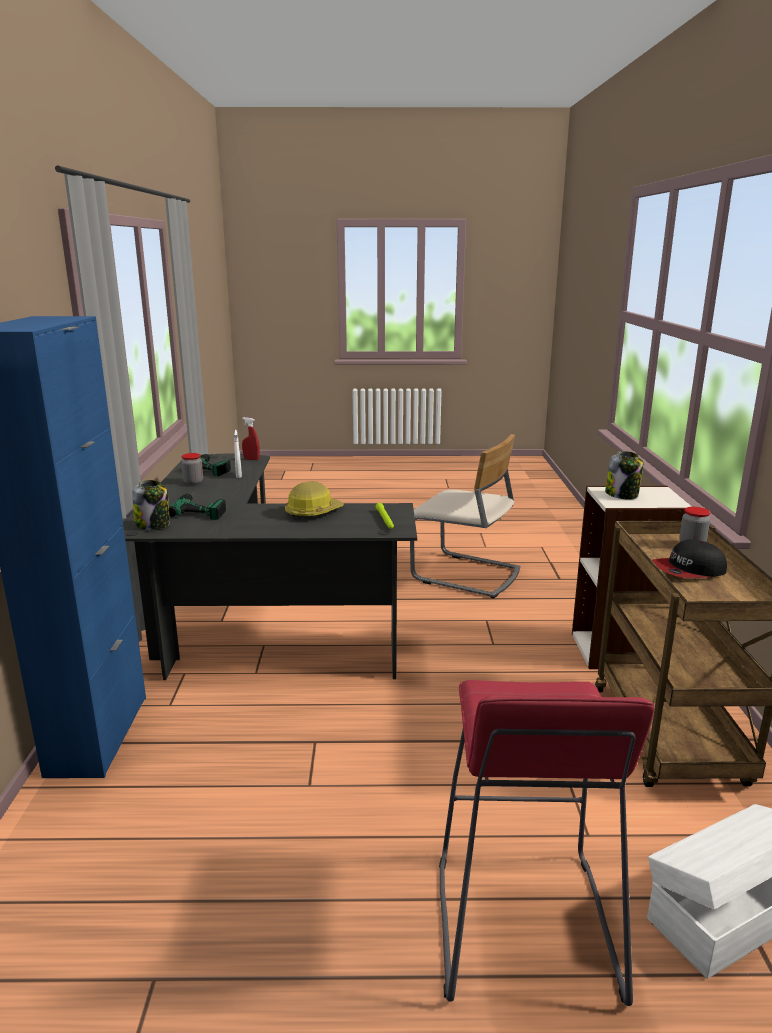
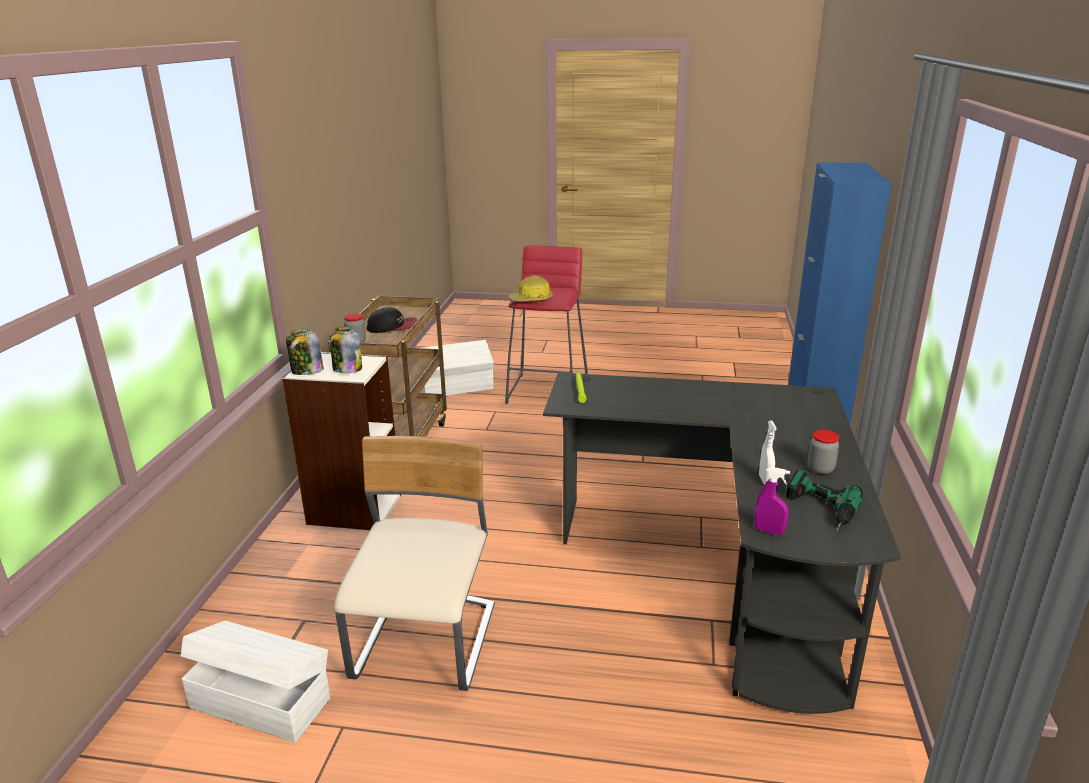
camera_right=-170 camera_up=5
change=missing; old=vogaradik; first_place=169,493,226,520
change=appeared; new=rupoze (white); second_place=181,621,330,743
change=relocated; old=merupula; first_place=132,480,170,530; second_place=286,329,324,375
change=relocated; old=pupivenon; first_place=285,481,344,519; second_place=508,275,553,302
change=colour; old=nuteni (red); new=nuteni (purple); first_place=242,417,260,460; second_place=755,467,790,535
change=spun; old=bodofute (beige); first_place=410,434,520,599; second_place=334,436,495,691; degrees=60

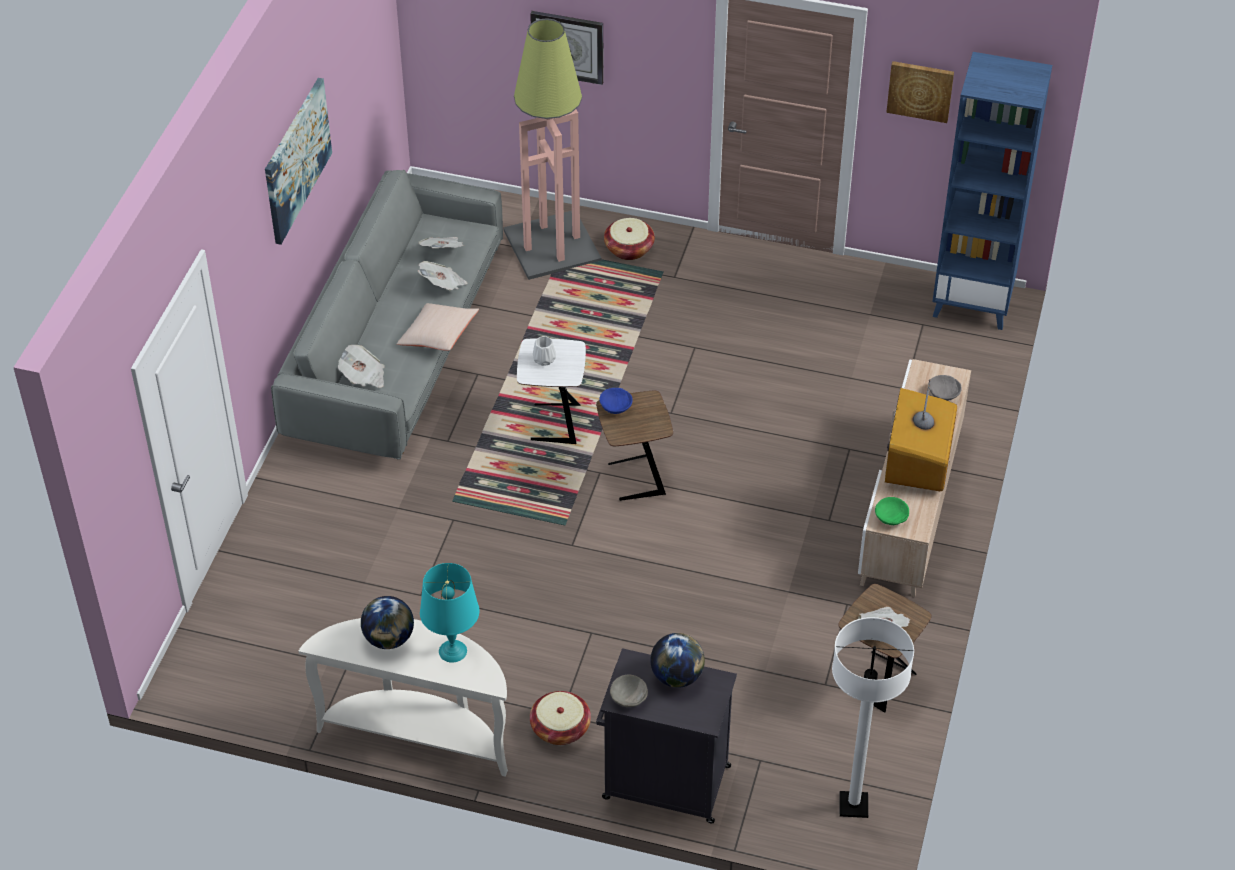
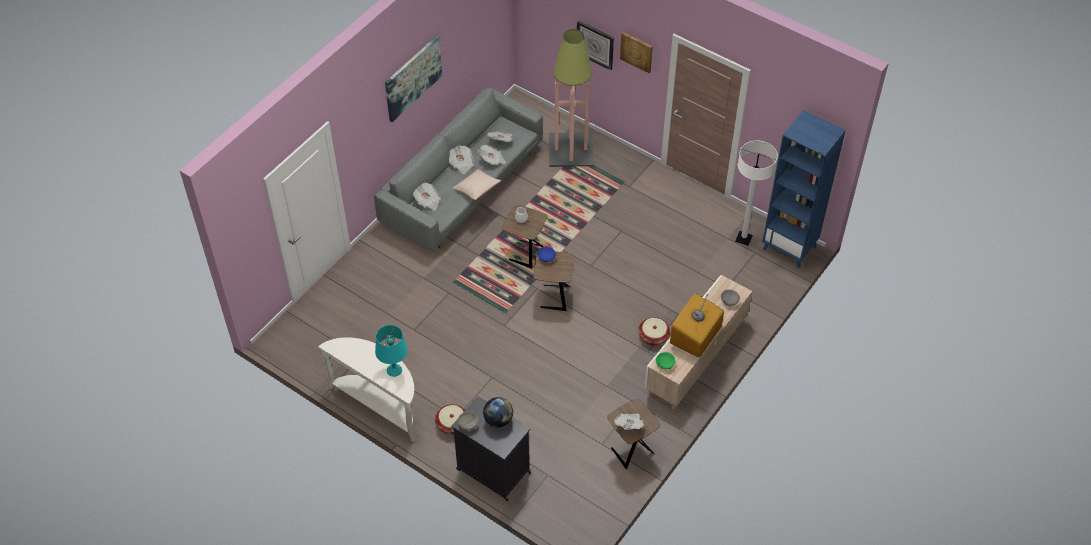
camera_right=20 camera_up=5
change=missing; old=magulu; first_place=361,596,414,649
change=appeared; new=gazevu; second_place=449,145,474,174
change=relocated; old=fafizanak; first_place=604,218,655,260; second_place=638,317,671,346
change=relocated; old=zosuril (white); first_place=832,617,914,818; second_place=735,141,778,246
change=relocated; old=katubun; first_place=886,61,954,123; second_place=620,32,653,73
change=colour; old=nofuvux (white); new=nofuvux (brown); first_place=517,338,586,444; second_place=502,205,547,269

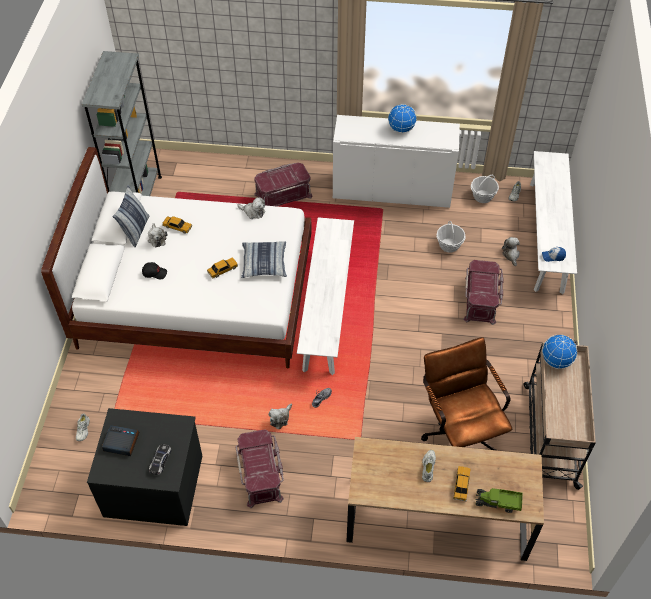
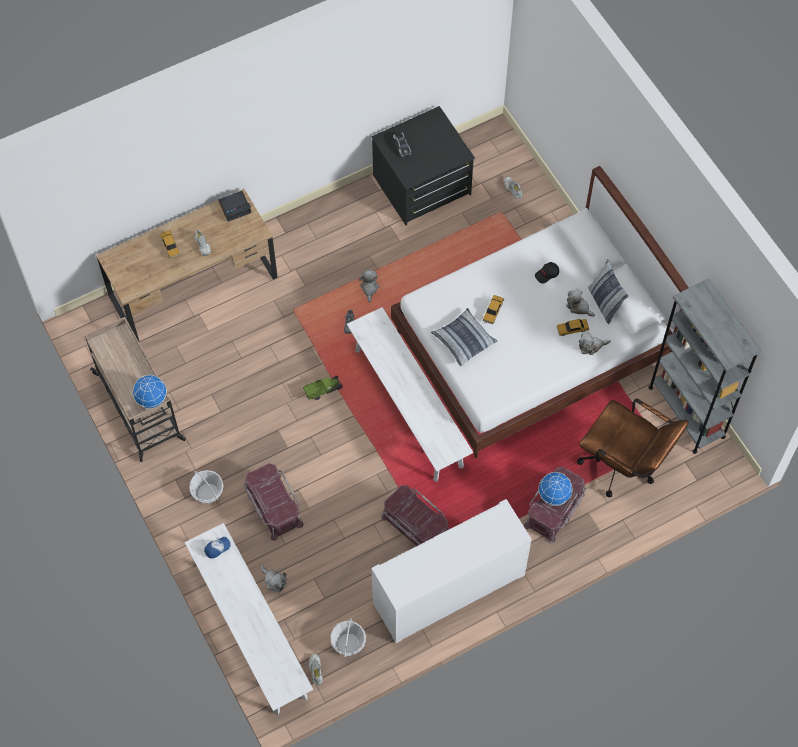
camera_right=145 camera_up=10
change=relocated; old=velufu; first_place=102,425,139,456; second_place=218,191,251,221
change=relocated; old=rupoze (red); first_place=236,429,284,508; second_place=381,485,449,546
change=relocated; old=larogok; first_place=237,197,265,219; second_place=579,332,611,355
change=relocated; old=magulu; first_place=388,104,417,133; second_place=538,472,573,506
change=relocated; old=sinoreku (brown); first_place=421,337,512,450; second_place=577,398,688,497
change=relocated; old=fafizanak; first_place=437,221,465,253; second_place=189,470,223,504
change=relocated; old=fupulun; first_place=475,488,523,513; second_place=303,376,343,400

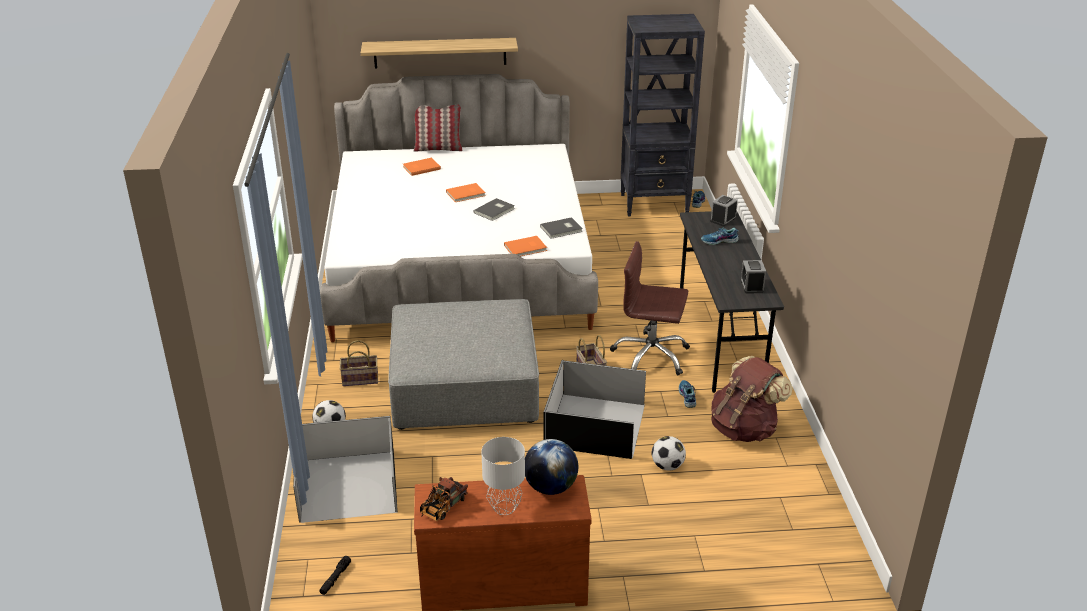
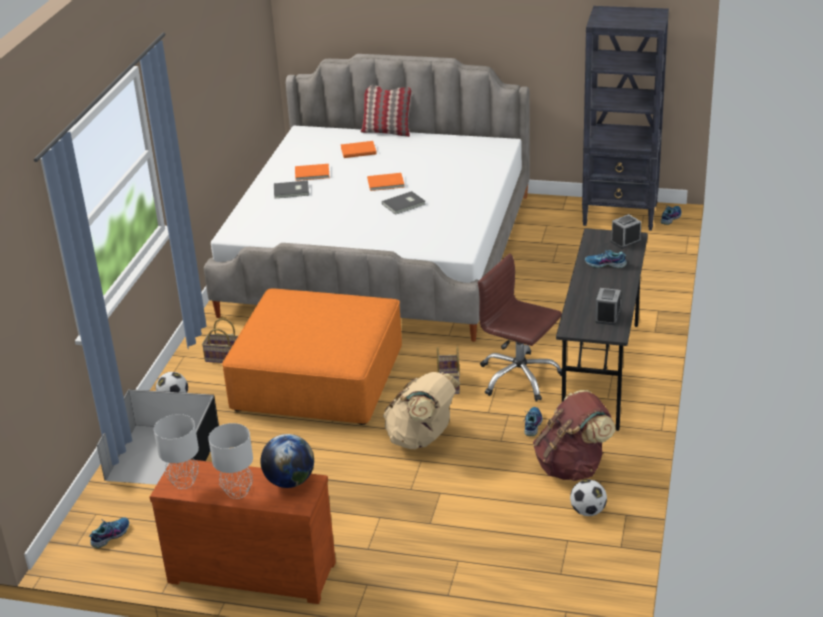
camera_right=20 camera_up=0
change=missing; old=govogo; first_place=361,38,518,69
change=relocated; old=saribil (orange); first_place=504,236,547,256; second_place=295,164,330,181
change=relocated; old=saribil (grey); first_place=540,217,583,239; second_place=274,180,309,199
change=relocated; old=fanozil; first_place=652,436,686,470; second_place=570,480,607,516
change=exchanged; old=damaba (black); new=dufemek; first_place=319,556,351,595; second_place=89,517,129,548
change=exchanged; old=fupulun; new=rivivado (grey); first_place=420,477,468,521; second_place=154,414,199,489
change=exchanged; old=rupoze (black); new=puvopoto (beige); first_place=544,360,646,459; second_place=383,372,460,449
change=colour; old=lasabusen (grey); new=lasabusen (orange); first_place=388,299,539,430; second_place=222,288,402,425

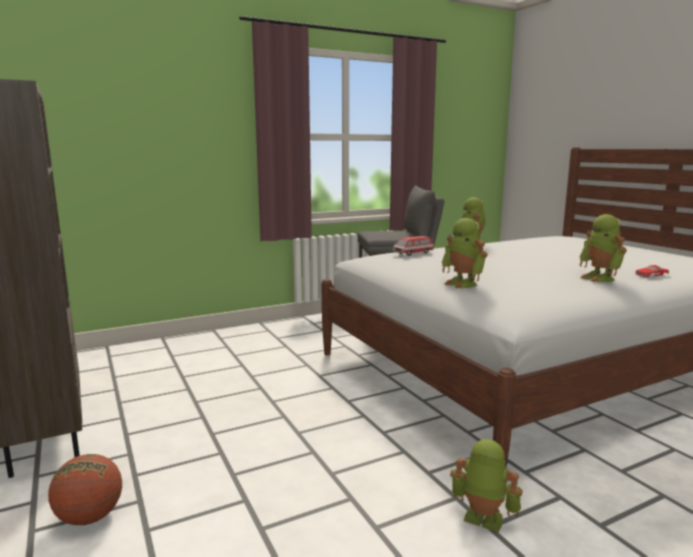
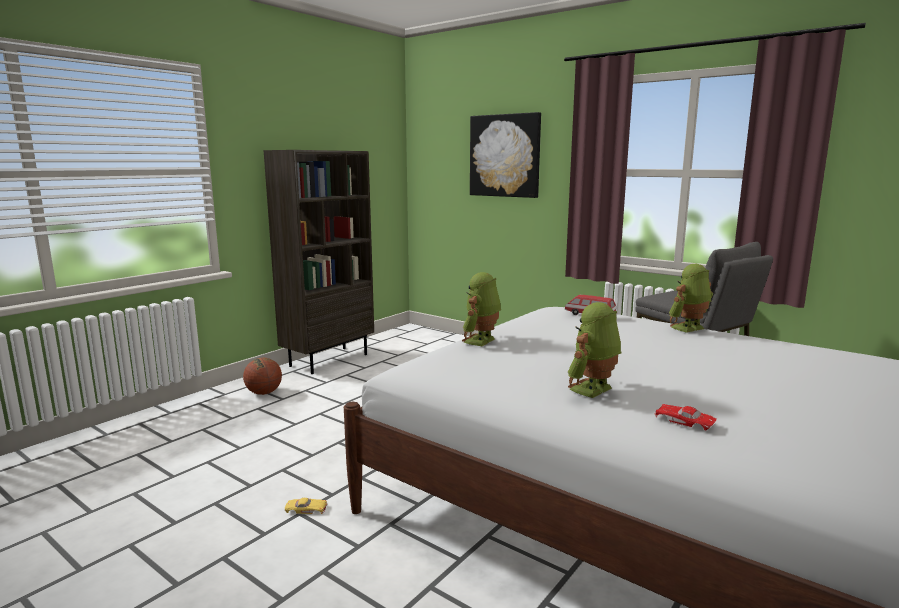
camera_right=65 camera_up=0
change=appeared; new=katubun; second_place=470,112,541,198
change=exchanged; old=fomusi; new=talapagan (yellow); first_place=450,439,523,532; second_place=285,498,327,515

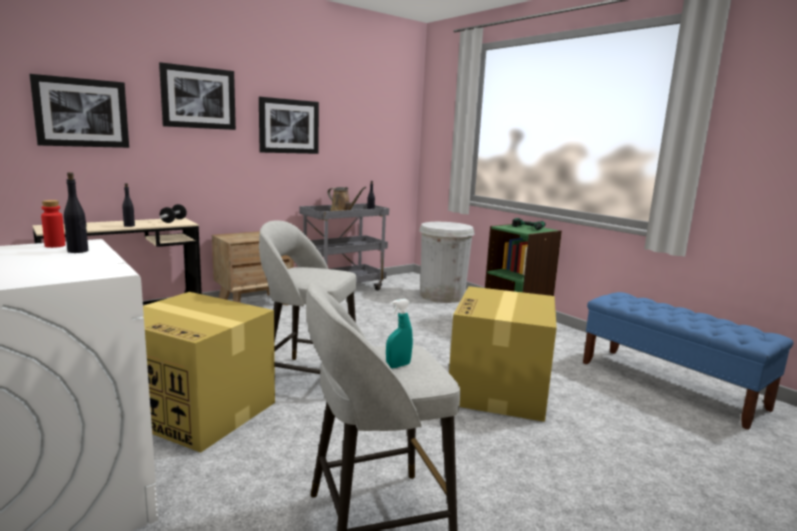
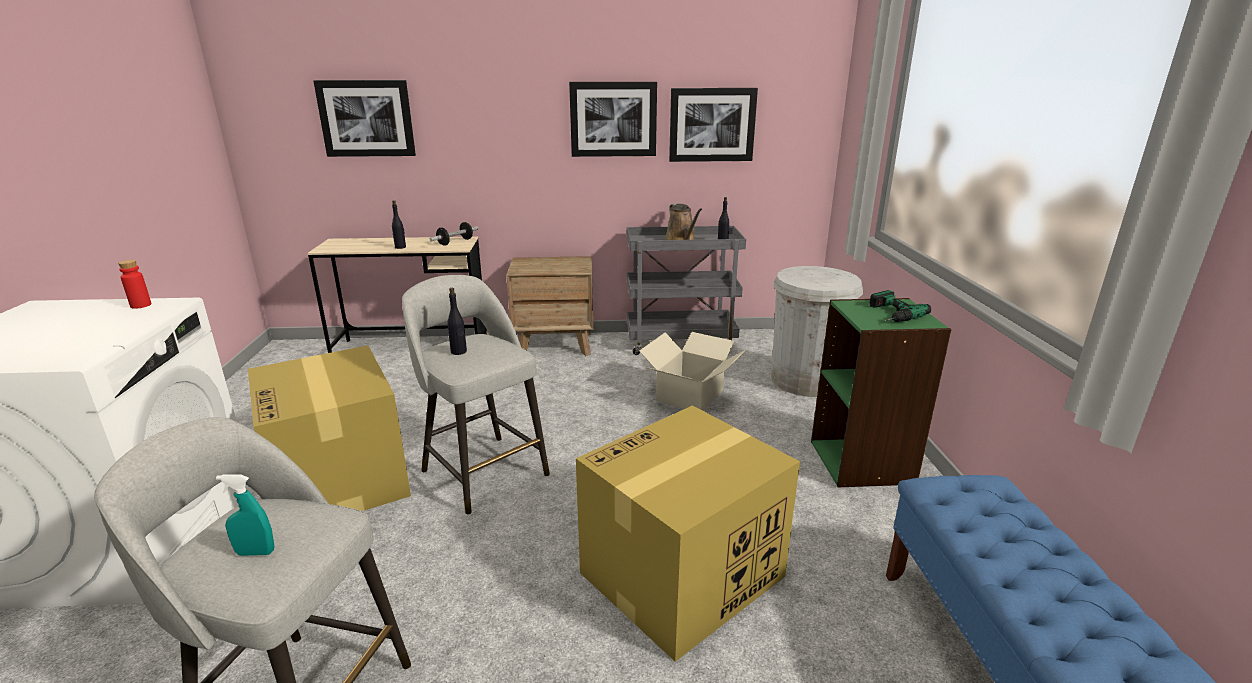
camera_right=35 camera_up=10
change=appeared; new=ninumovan; second_place=639,332,746,411
change=relocated; old=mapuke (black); first_place=64,172,88,253; second_place=447,288,467,355
change=relocated; old=katubun; first_place=159,62,236,130; second_place=669,88,758,162

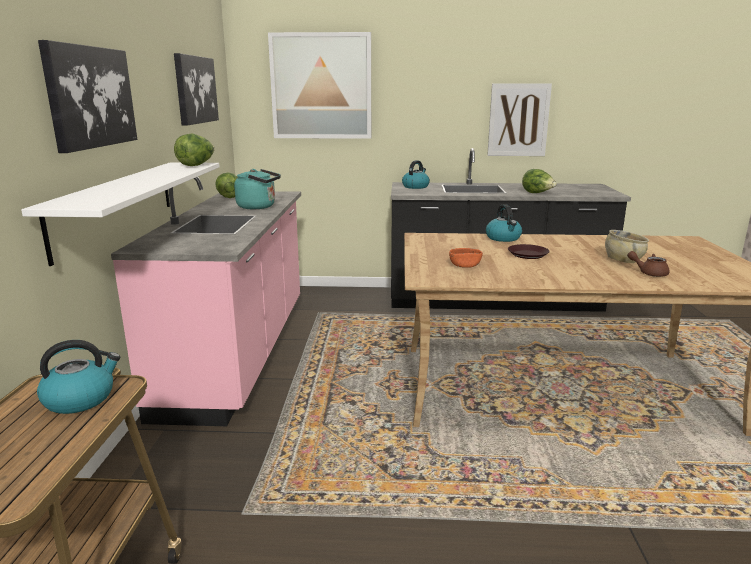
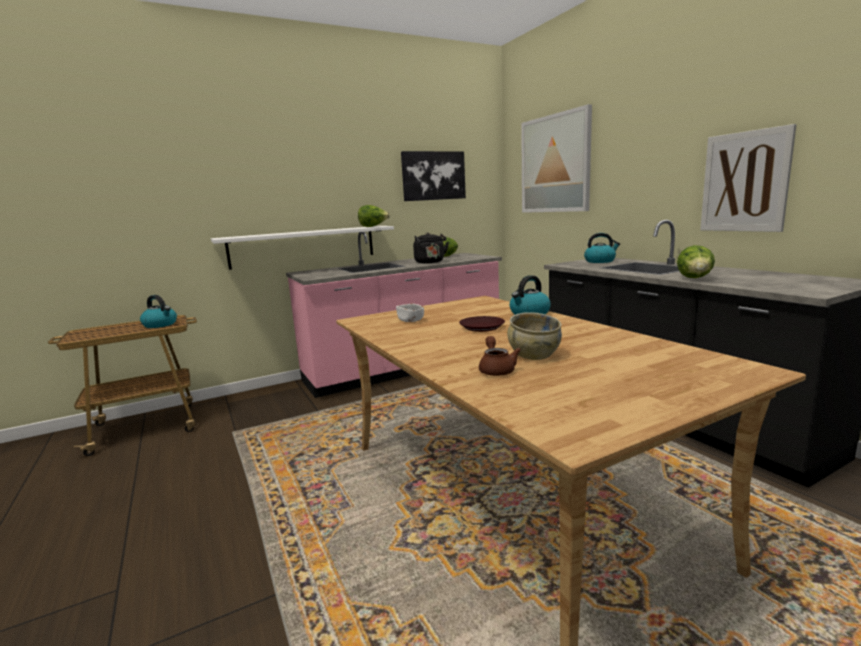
camera_right=60 camera_up=-5
change=missing; old=katubun; first_place=38,40,137,153
change=colour; old=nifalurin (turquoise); new=nifalurin (black); first_place=234,169,281,209; second_place=413,232,449,263
change=colour; old=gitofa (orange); new=gitofa (white); first_place=449,248,483,268; second_place=396,304,424,322

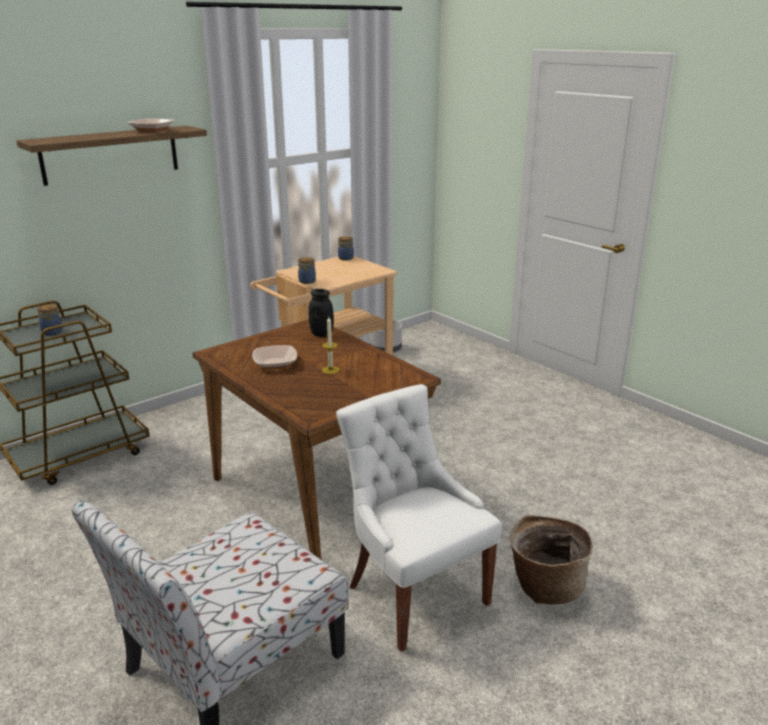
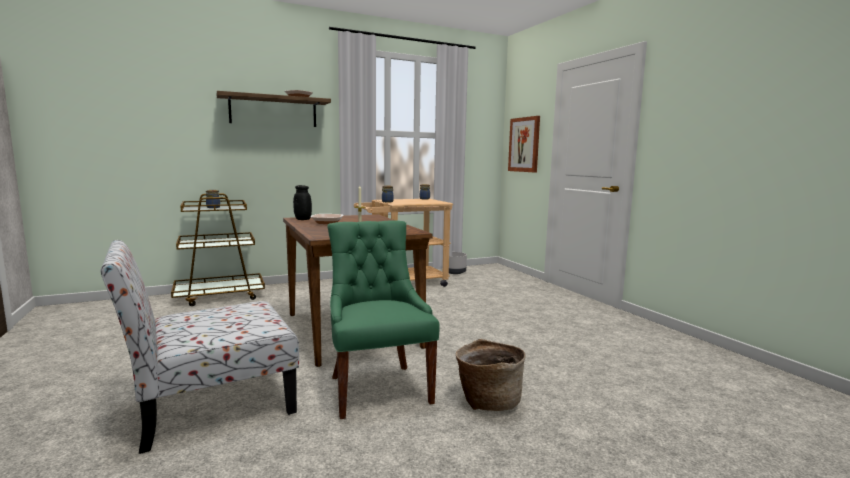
camera_right=15 camera_up=-15
change=appeared; new=katubun; second_place=508,116,540,172
change=relocated; old=merupula (black); first_place=308,289,334,337; second_place=293,185,312,220
change=colour; old=bodofute (white); new=bodofute (green); first_place=336,384,502,652; second_place=327,220,440,419

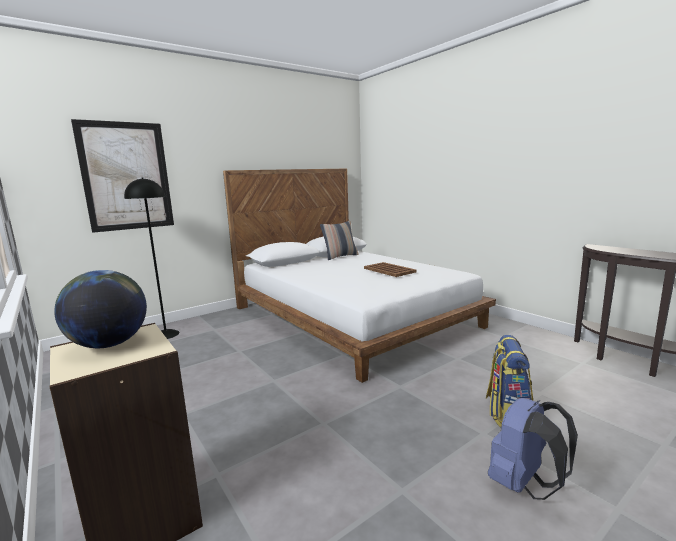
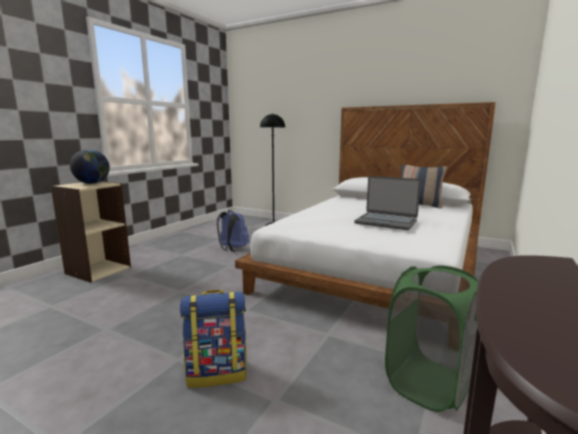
camera_right=65 camera_up=0
change=missing; old=katubun; first_place=71,119,174,233
change=appeared; new=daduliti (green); second_place=385,265,478,412
change=relocated; old=puvopoto (blue); first_place=488,398,578,500; second_place=217,210,249,252
change=exchanged; old=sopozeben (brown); new=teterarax; first_place=364,262,417,277; second_place=354,176,421,230

